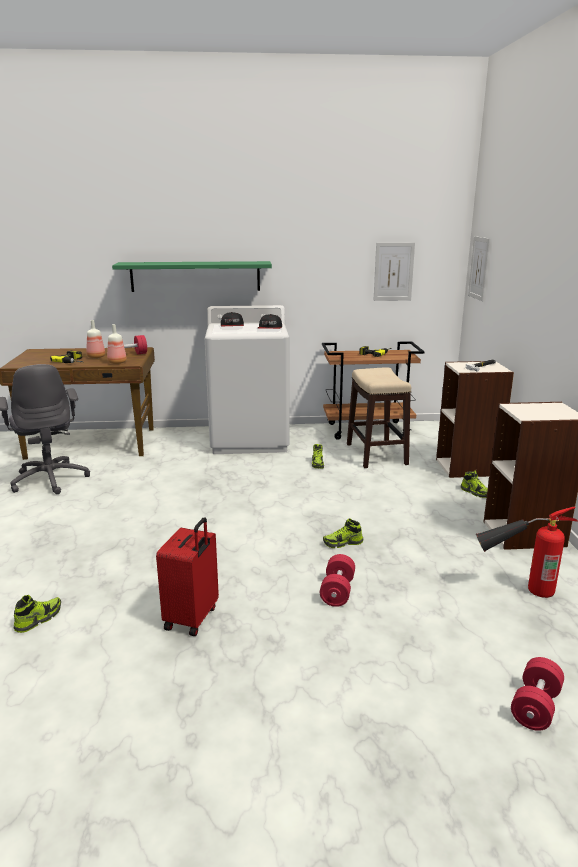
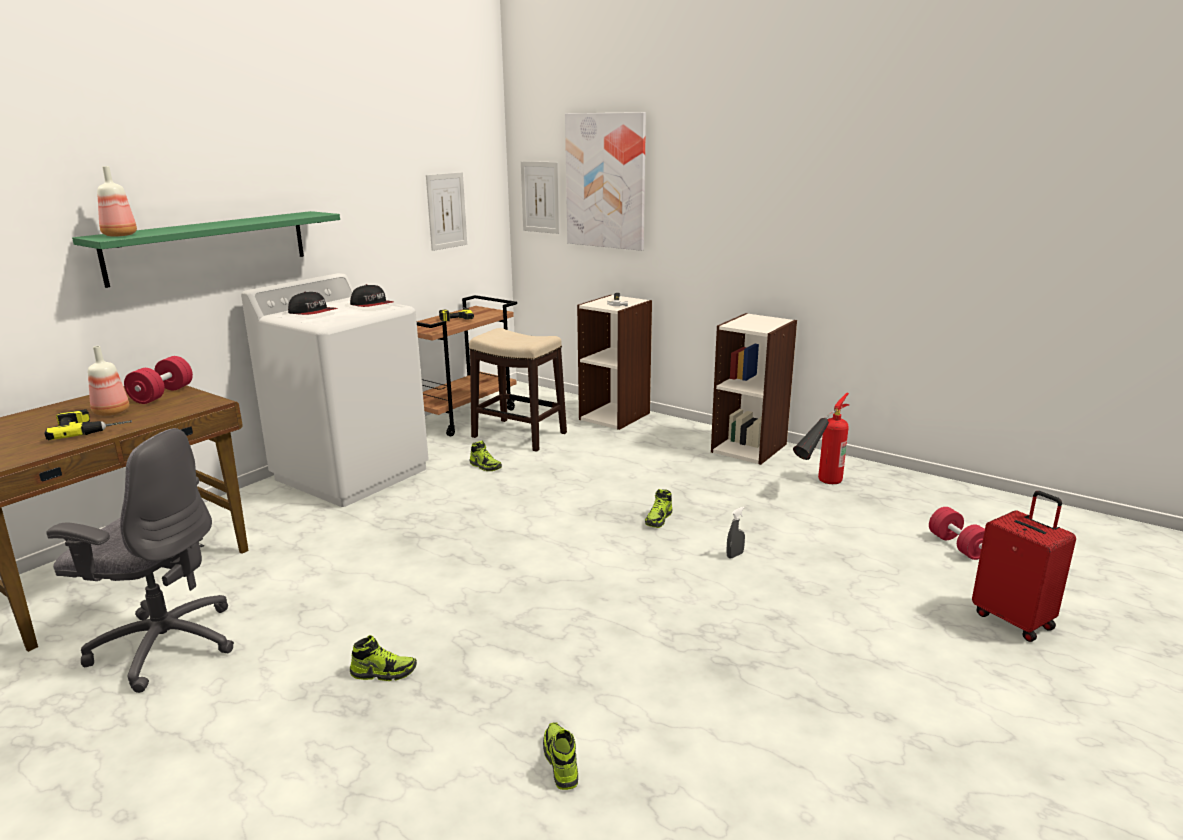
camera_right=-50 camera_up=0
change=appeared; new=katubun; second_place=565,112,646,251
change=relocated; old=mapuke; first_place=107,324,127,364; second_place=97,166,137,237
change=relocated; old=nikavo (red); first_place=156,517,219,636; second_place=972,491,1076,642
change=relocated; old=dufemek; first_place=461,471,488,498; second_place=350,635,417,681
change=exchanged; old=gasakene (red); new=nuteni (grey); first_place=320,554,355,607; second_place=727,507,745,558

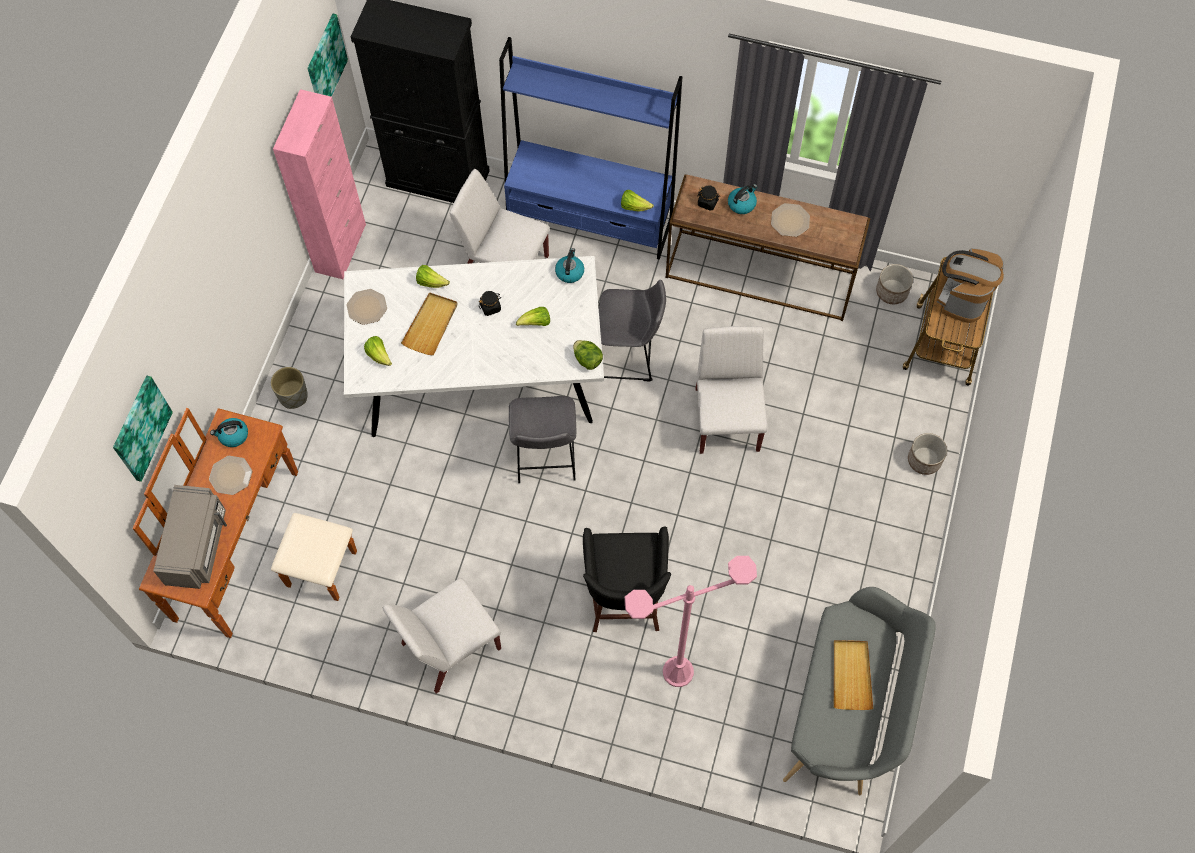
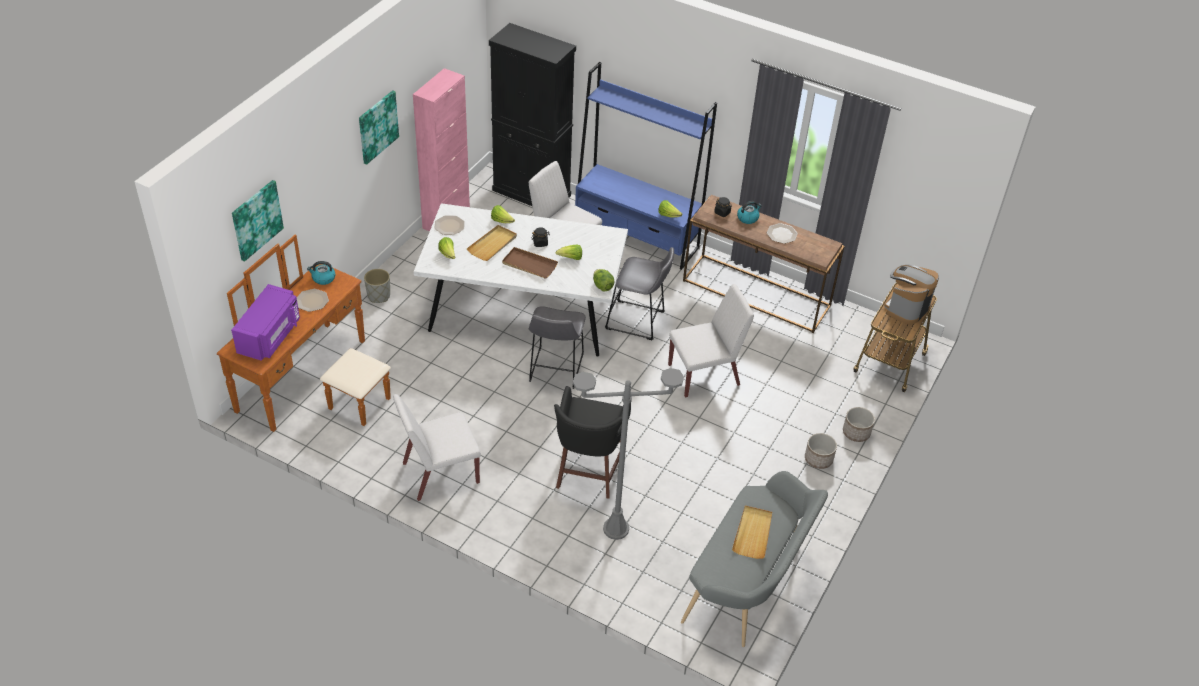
camera_right=10 camera_up=-20
change=missing; old=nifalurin; first_place=555,248,584,283
change=appeared; new=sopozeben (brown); second_place=502,247,558,279
change=relocated; old=katubun; first_place=308,14,348,97; second_place=359,90,399,165
change=relocated; old=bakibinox; first_place=876,264,913,304; second_place=805,433,837,469
change=colour; old=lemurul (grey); new=lemurul (purple); first_place=153,485,227,589; second_place=231,284,300,361
change=colour; old=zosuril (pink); new=zosuril (grey); first_place=625,556,757,687; second_place=573,368,684,540
change=spun; old=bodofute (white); first_place=695,326,767,454; second_place=668,284,754,398; degrees=60

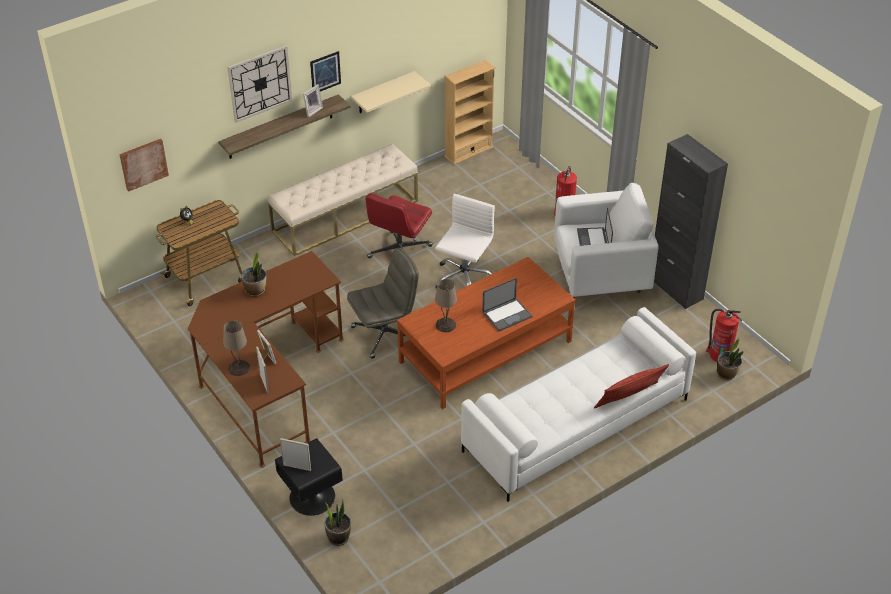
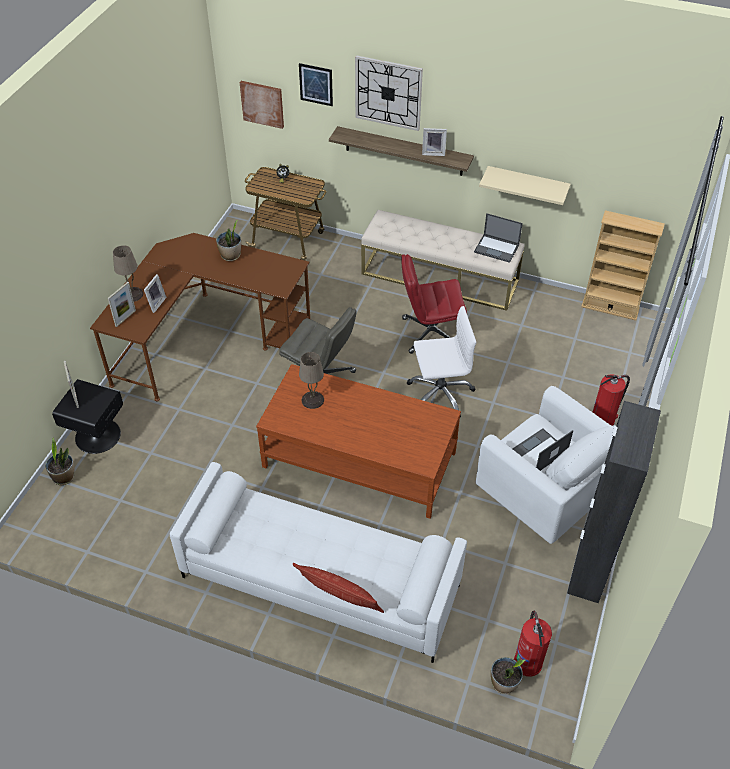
camera_right=55 camera_up=5
change=relocated; old=katubun; first_place=310,51,341,91; second_place=299,63,333,106
change=relocated; old=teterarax; first_place=482,278,532,331; second_place=474,213,523,263

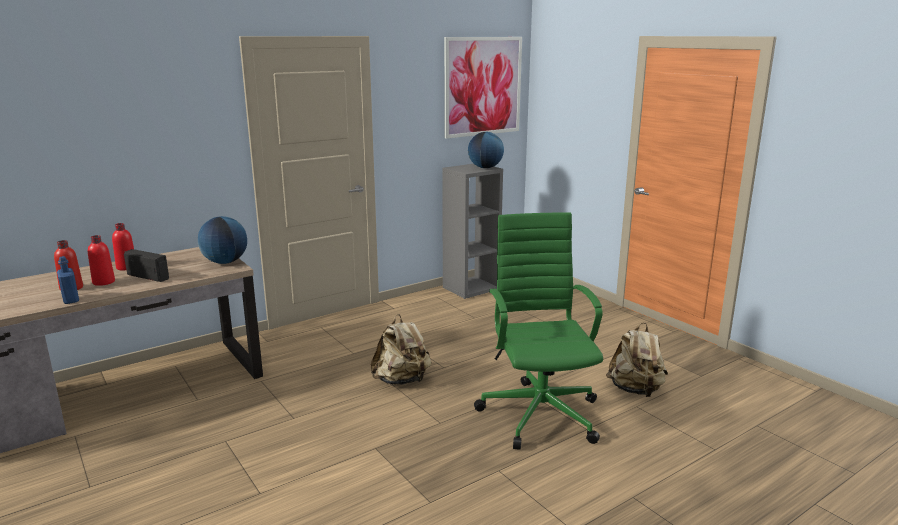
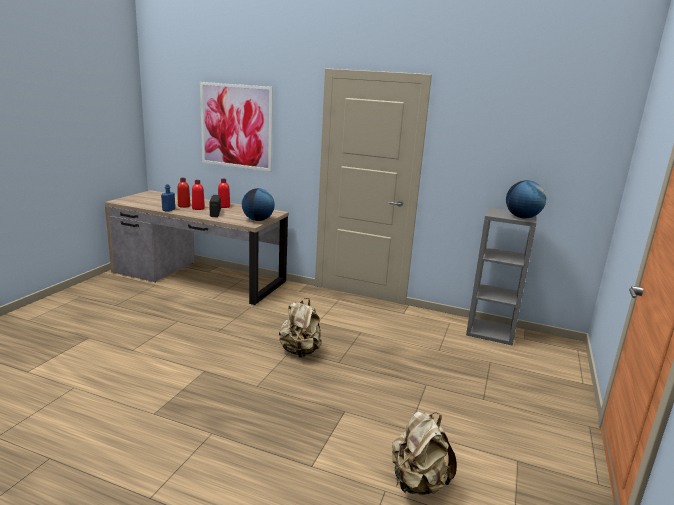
camera_right=55 camera_up=0
change=missing; old=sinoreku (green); first_place=474,212,603,450
change=relocated; old=katubun; first_place=444,37,522,139; second_place=200,82,273,172

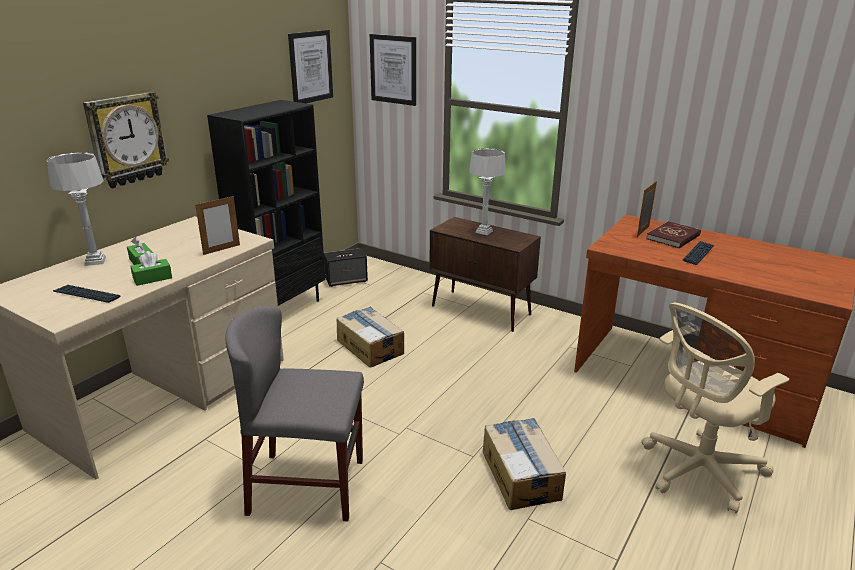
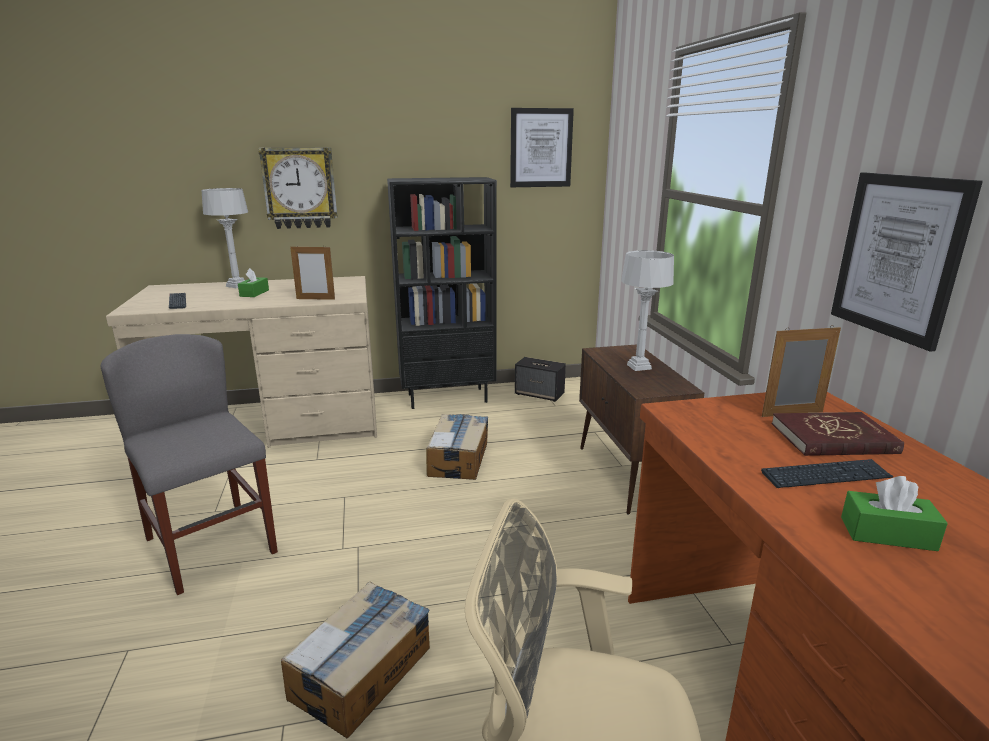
camera_right=45 camera_up=-5
change=relocated; old=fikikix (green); first_place=131,251,172,286; second_place=841,476,948,551
change=relocated; old=katubun; first_place=370,34,416,106; second_place=831,173,983,352

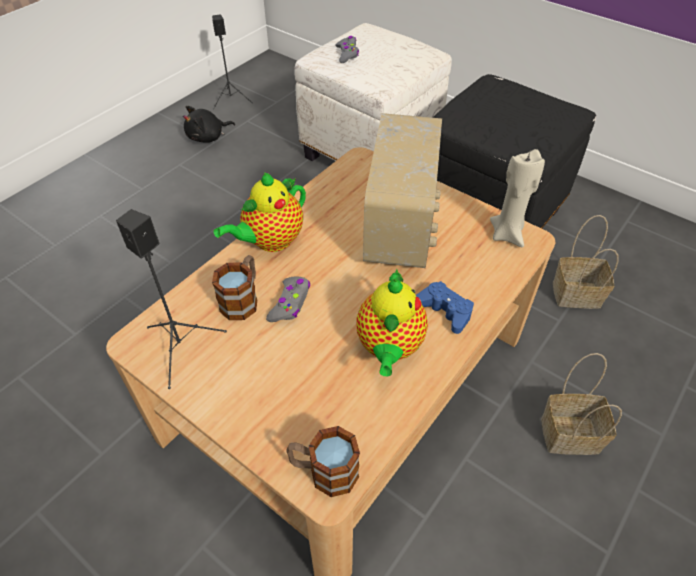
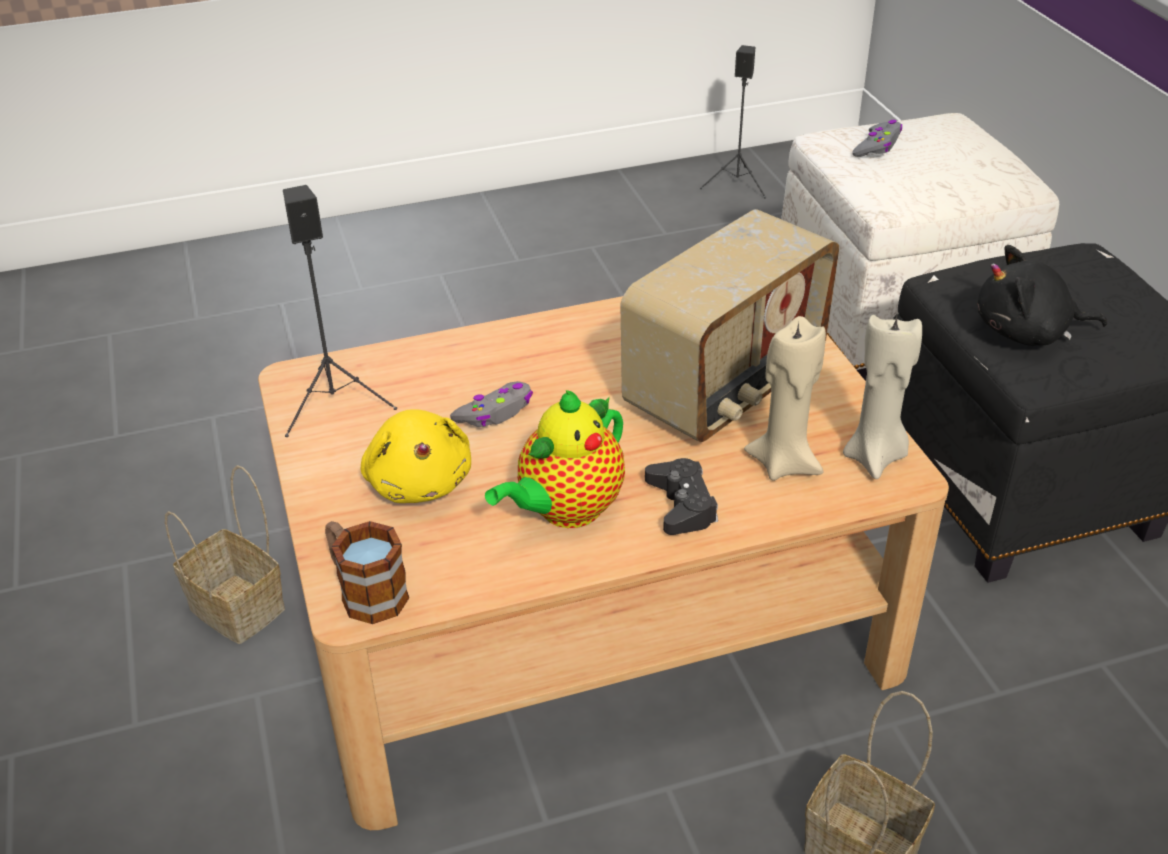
camera_right=35 camera_up=-10
change=missing; old=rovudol; first_place=212,255,257,320
change=missing; old=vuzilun; first_place=214,173,306,252
change=appeared; new=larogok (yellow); second_place=361,409,471,503
change=appeared; new=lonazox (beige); second_place=744,316,826,481
change=relocated; old=larogok (black); first_place=183,106,235,143; second_place=978,245,1107,346
change=relocated; old=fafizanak; first_place=553,215,619,309; second_place=165,465,285,644
change=colour; old=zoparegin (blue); new=zoparegin (black); first_place=416,281,474,334; second_place=645,458,718,535

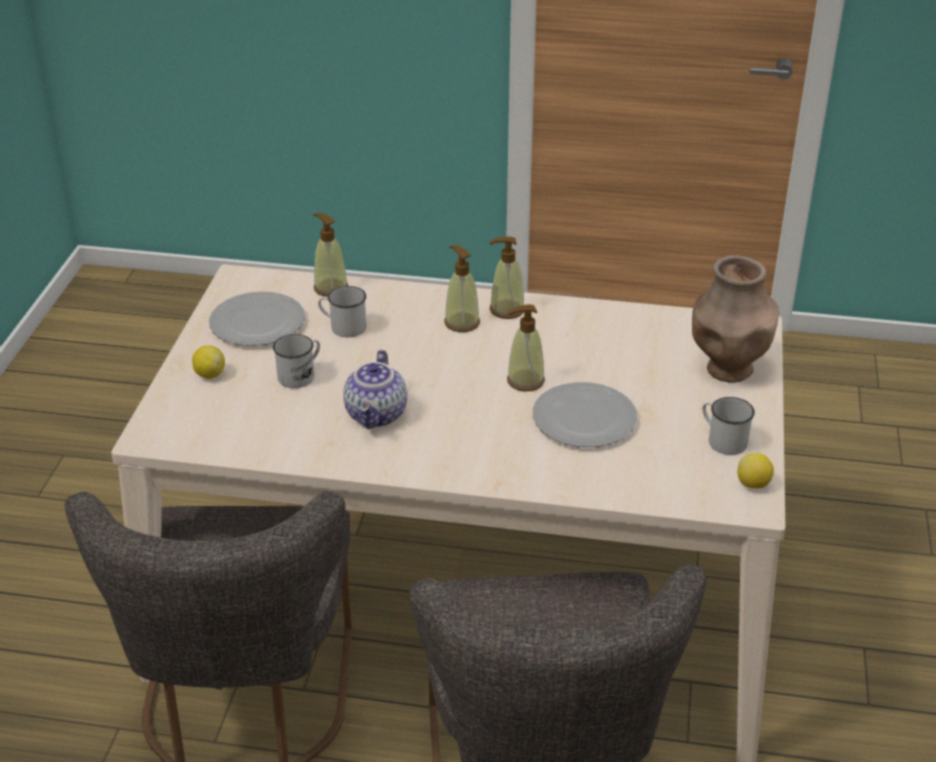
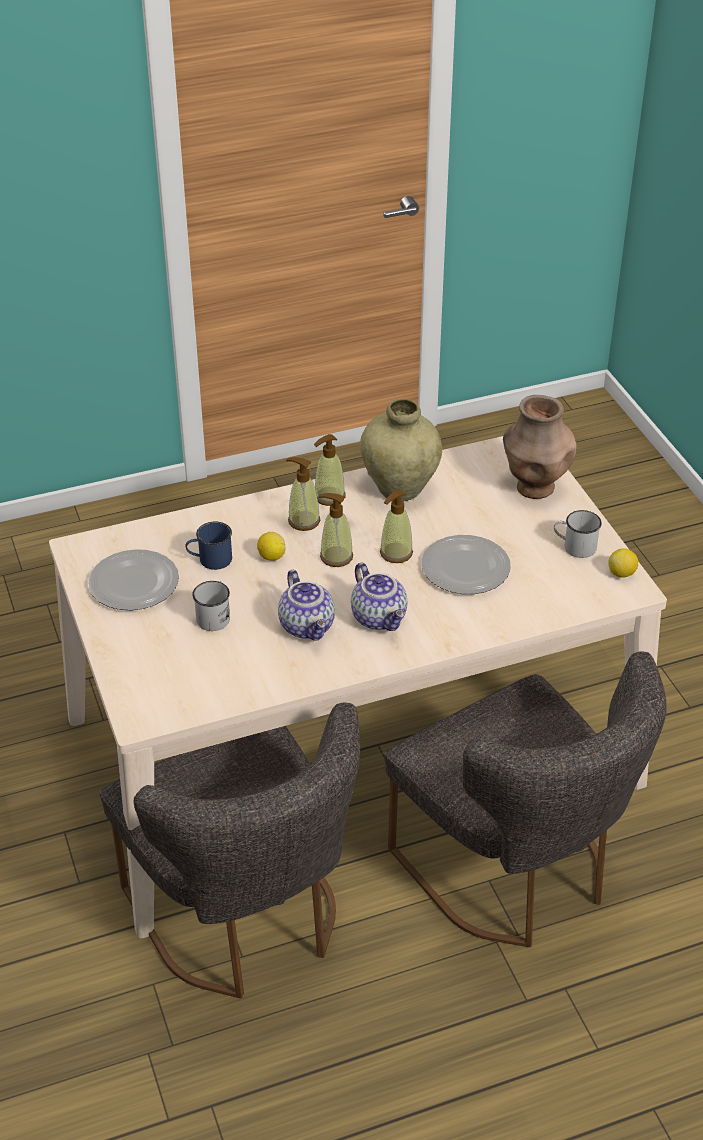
camera_right=-30 camera_up=5
change=appeared; new=vuzilun; second_place=351,562,407,631
change=appeared; new=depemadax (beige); second_place=360,399,442,501
change=relocated; old=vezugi; first_place=192,345,225,379; second_place=257,532,286,561
change=relocated; old=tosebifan; first_place=313,213,348,297; second_place=318,493,353,567
change=colour; old=rovudol (white); new=rovudol (blue); first_place=318,286,366,337; second_place=186,522,232,570

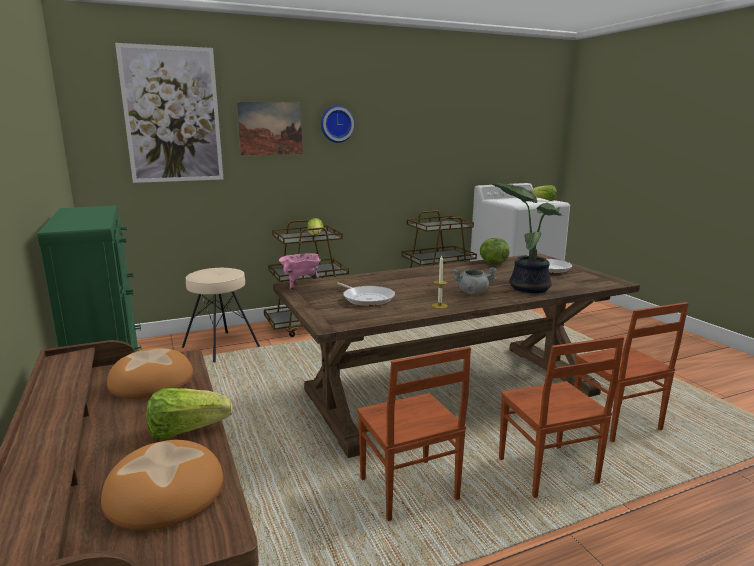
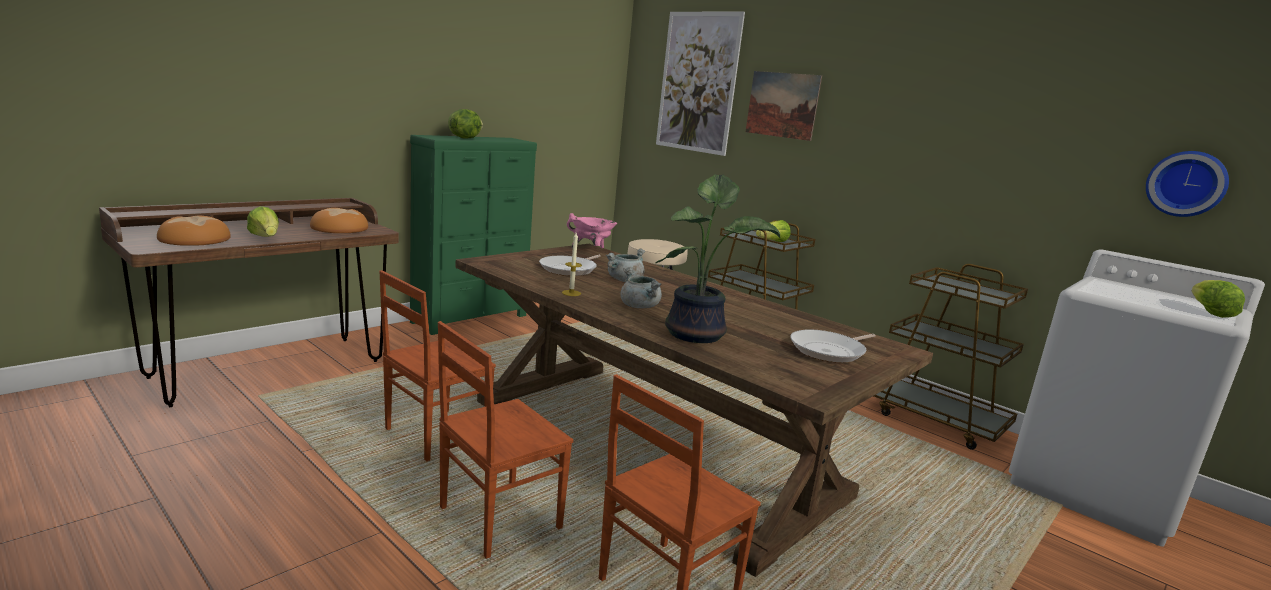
camera_right=65 camera_up=0
change=appeared; new=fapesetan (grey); second_place=606,248,645,282
change=relocated; old=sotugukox; first_place=321,106,355,143; second_place=1146,151,1229,217
change=relocated; old=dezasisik; first_place=480,238,510,264; second_place=448,109,483,139

